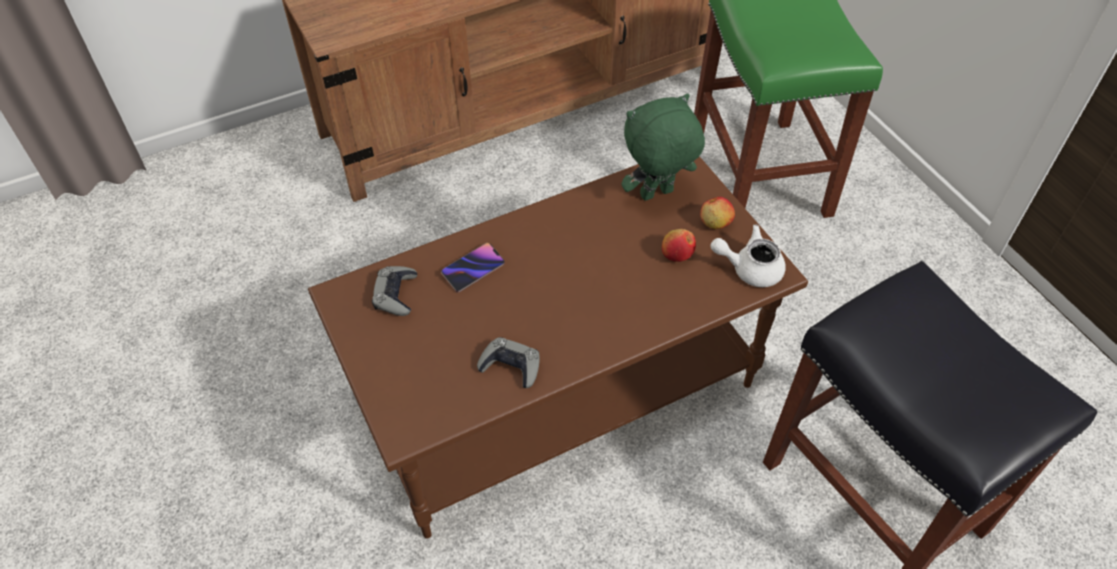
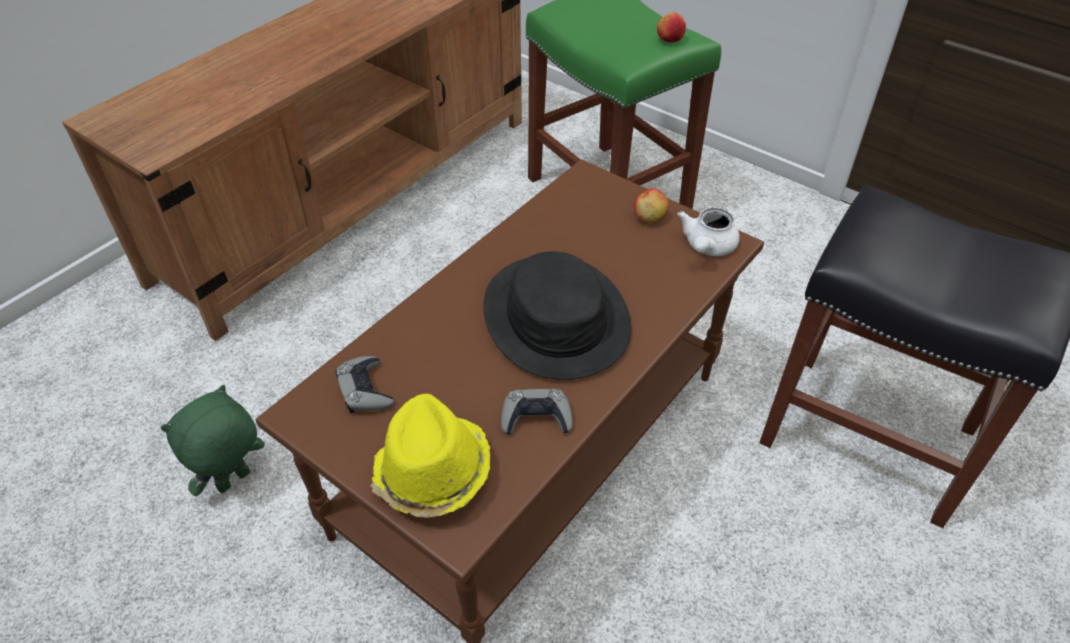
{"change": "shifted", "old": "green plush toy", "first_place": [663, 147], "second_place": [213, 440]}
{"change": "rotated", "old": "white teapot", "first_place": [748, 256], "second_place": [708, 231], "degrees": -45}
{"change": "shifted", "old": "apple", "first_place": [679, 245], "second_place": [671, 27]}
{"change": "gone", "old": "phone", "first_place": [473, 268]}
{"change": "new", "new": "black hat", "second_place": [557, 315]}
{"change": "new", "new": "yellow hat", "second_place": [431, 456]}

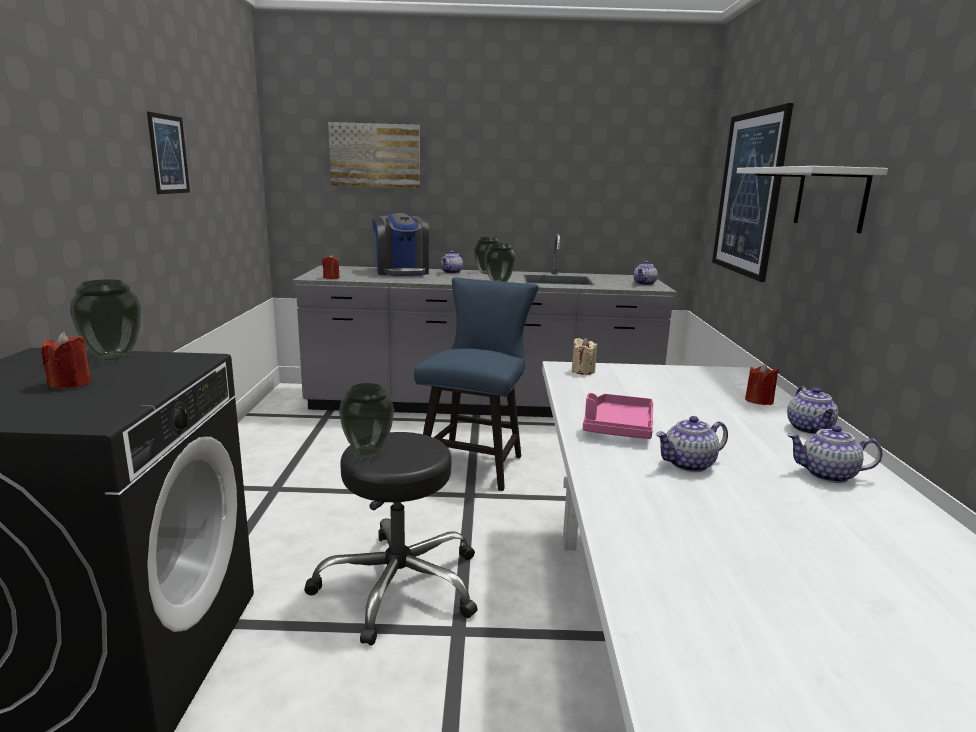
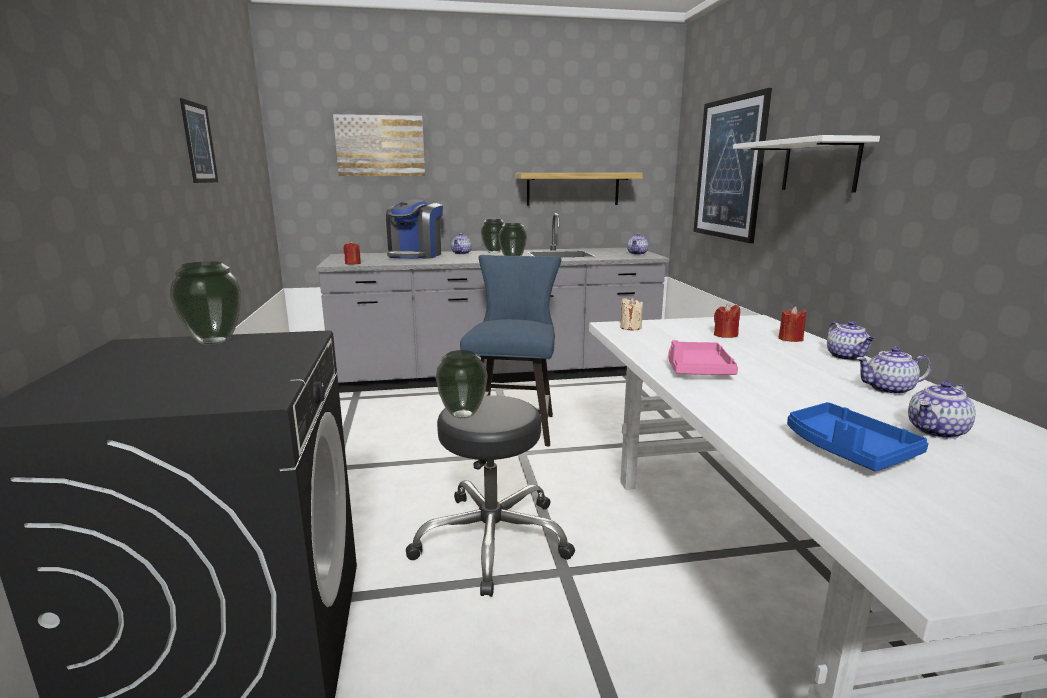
{"change": "rotated", "old": "coffee machine", "first_place": [400, 244], "second_place": [414, 229], "degrees": 45}
{"change": "shifted", "old": "red candle", "first_place": [66, 360], "second_place": [727, 320]}
{"change": "shifted", "old": "teapot", "first_place": [691, 444], "second_place": [942, 410]}
{"change": "new", "new": "shelf", "second_place": [579, 189]}
{"change": "new", "new": "blue tray", "second_place": [858, 436]}

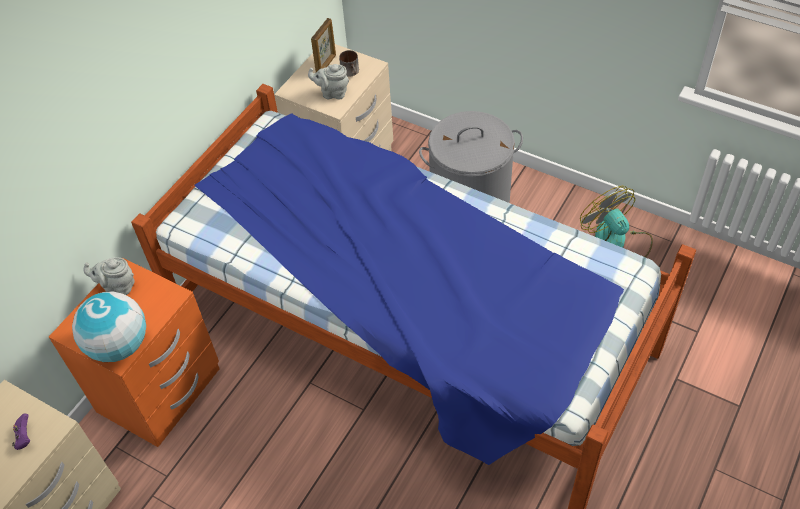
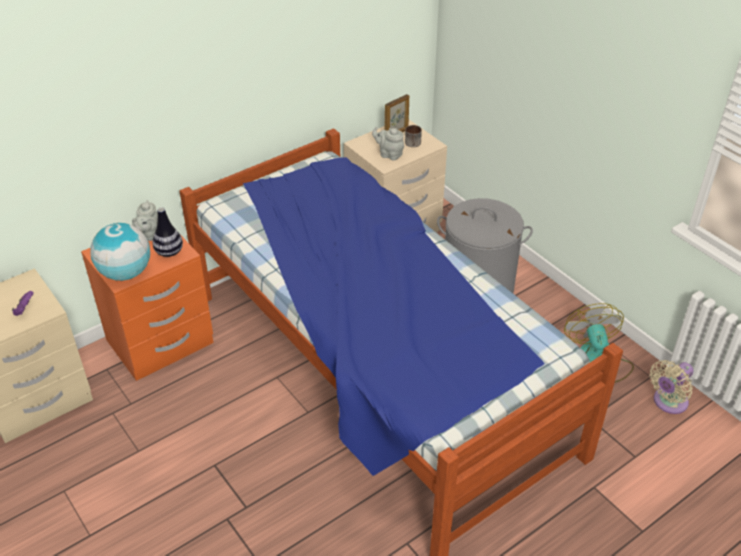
{"change": "rotated", "old": "grey teapot", "first_place": [109, 276], "second_place": [145, 220], "degrees": -105}
{"change": "new", "new": "vase", "second_place": [167, 232]}
{"change": "new", "new": "beige fan", "second_place": [671, 387]}

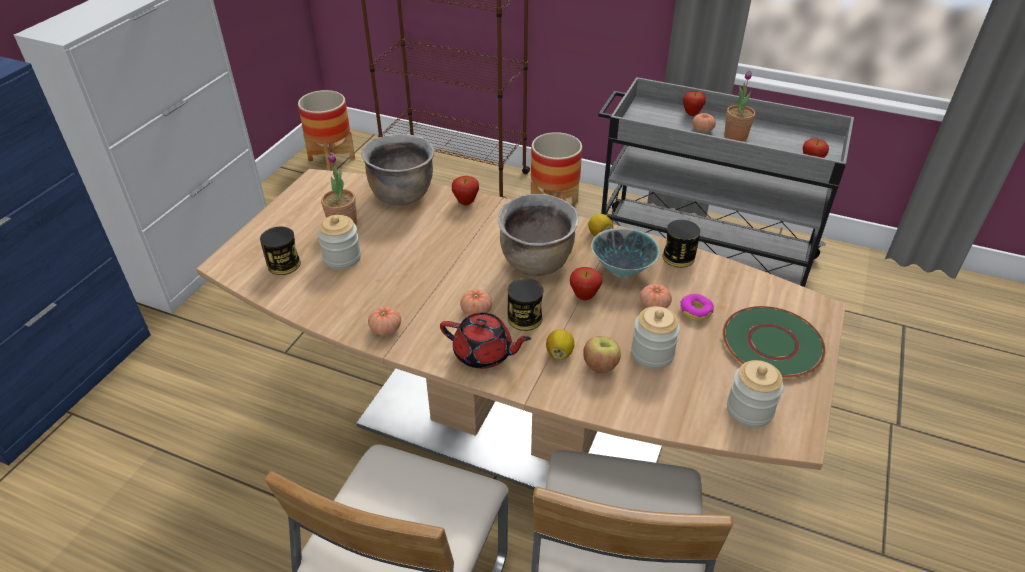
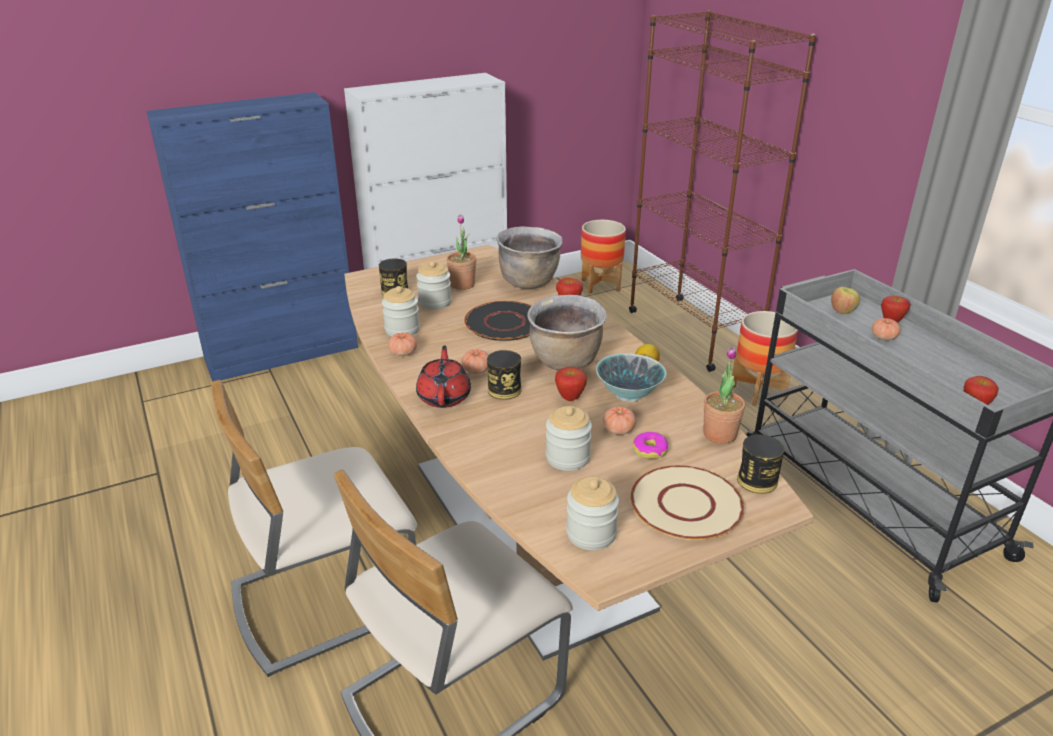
{"change": "shifted", "old": "potted plant", "first_place": [740, 105], "second_place": [724, 395]}
{"change": "shifted", "old": "can", "first_place": [681, 244], "second_place": [760, 464]}
{"change": "repainted", "old": "green plate", "new": "beige plate", "first_place": [774, 342], "second_place": [687, 502]}
{"change": "rotated", "old": "red teapot", "first_place": [485, 341], "second_place": [443, 376], "degrees": -150}
{"change": "gone", "old": "lemon", "first_place": [560, 344]}
{"change": "shifted", "old": "apple", "first_place": [602, 354], "second_place": [845, 300]}
{"change": "new", "new": "jar", "second_place": [401, 311]}
{"change": "new", "new": "black plate", "second_place": [498, 321]}

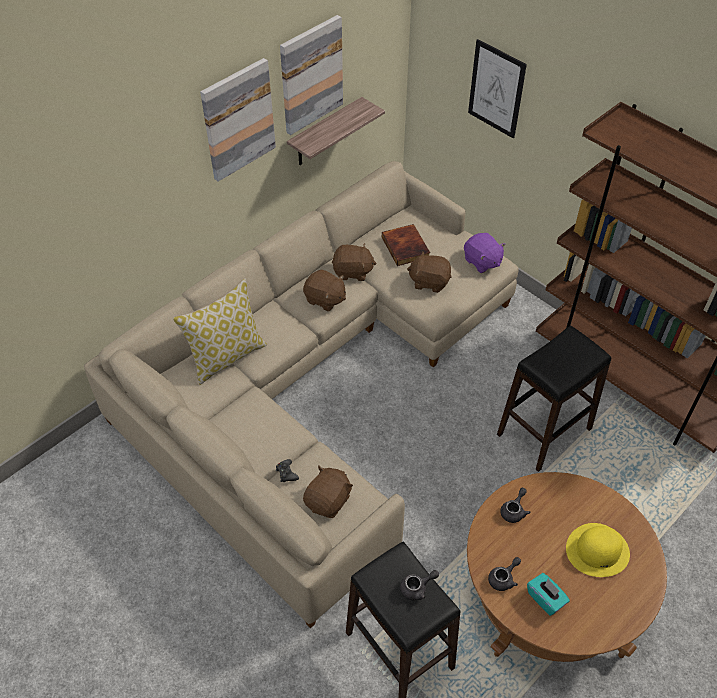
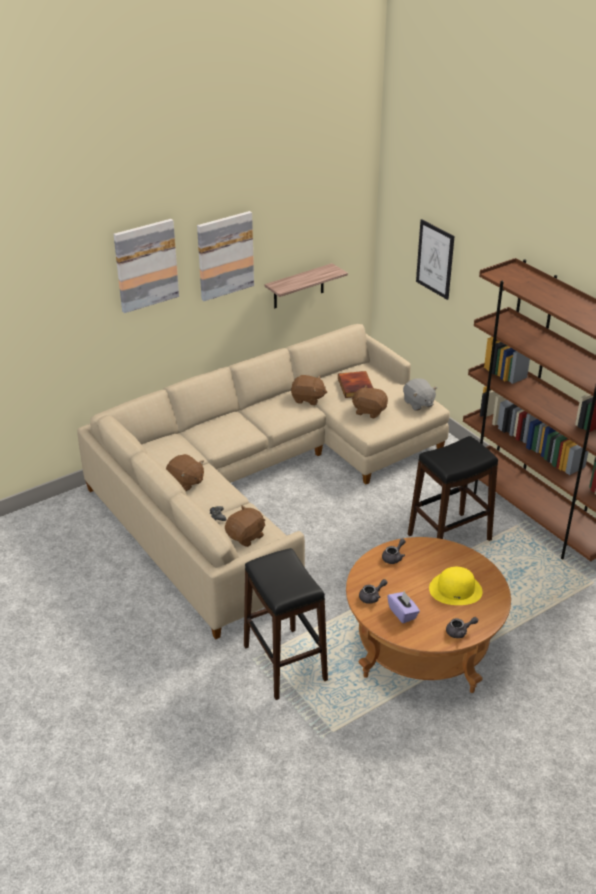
{"change": "shifted", "old": "picture", "first_place": [311, 75], "second_place": [146, 266]}
{"change": "repainted", "old": "purple plush toy", "new": "grey plush toy", "first_place": [484, 253], "second_place": [420, 394]}
{"change": "shifted", "old": "brown plush toy", "first_place": [324, 290], "second_place": [185, 472]}
{"change": "gone", "old": "pillow", "first_place": [220, 331]}
{"change": "shifted", "old": "grey teapot", "first_place": [419, 585], "second_place": [462, 627]}
{"change": "repainted", "old": "turquoise tissue box", "new": "purple tissue box", "first_place": [548, 594], "second_place": [403, 607]}

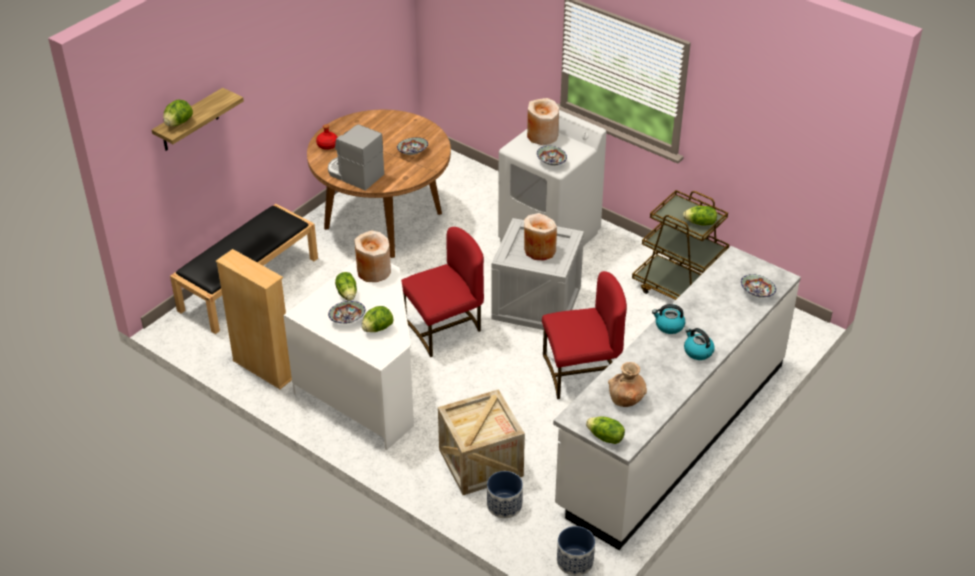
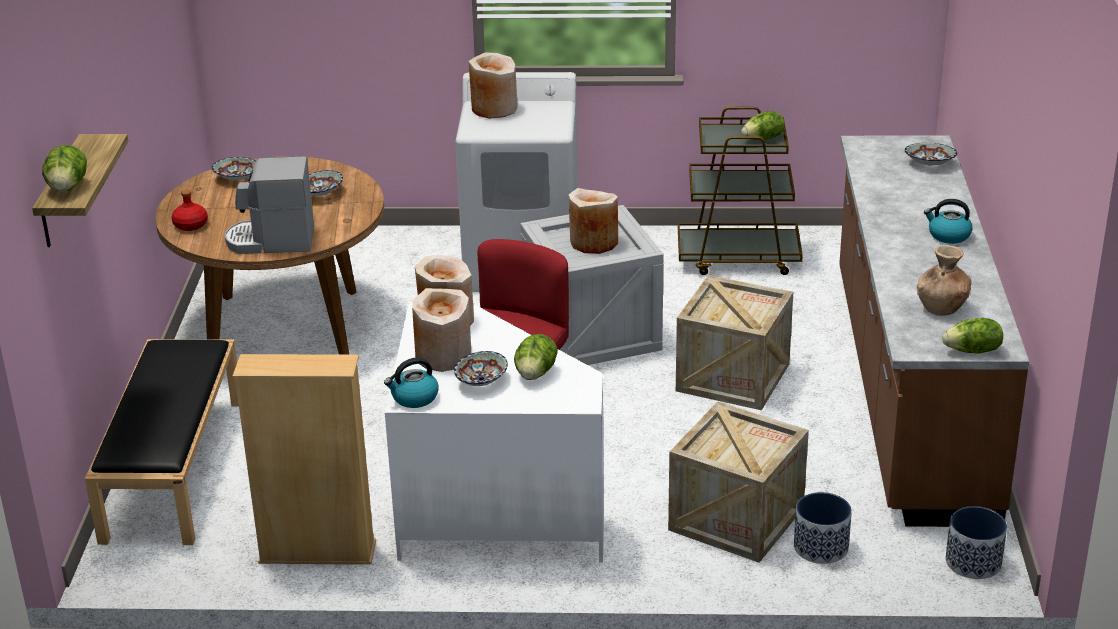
{"change": "shifted", "old": "bowl", "first_place": [552, 156], "second_place": [234, 168]}
{"change": "repainted", "old": "white counter", "new": "brown counter", "first_place": [677, 398], "second_place": [934, 331]}
{"change": "swapped", "old": "red chair", "new": "crate", "first_place": [584, 335], "second_place": [734, 342]}
{"change": "swapped", "old": "lettuce", "new": "beige vase", "first_place": [346, 286], "second_place": [441, 330]}
{"change": "shifted", "old": "kettle", "first_place": [668, 319], "second_place": [411, 382]}

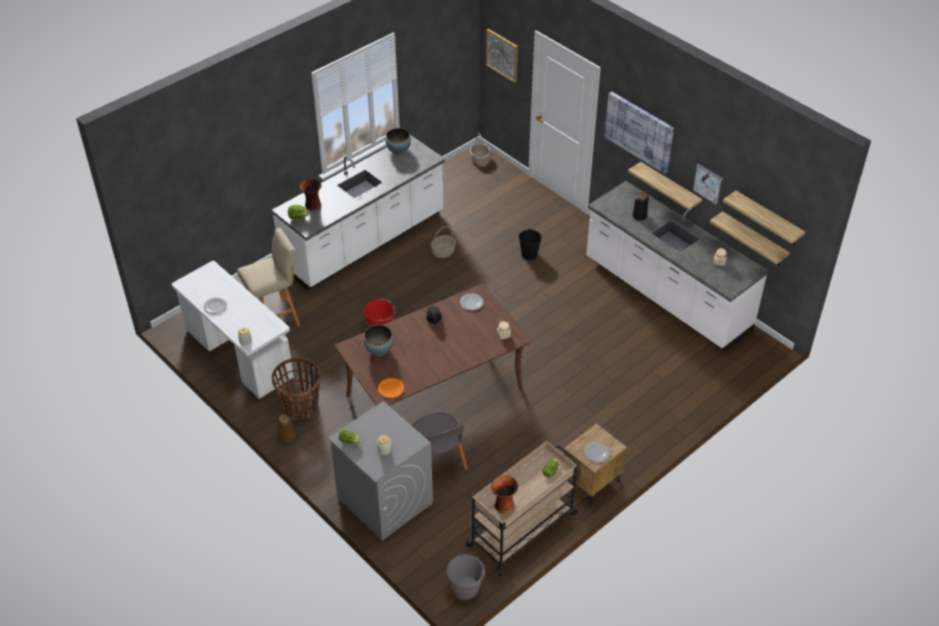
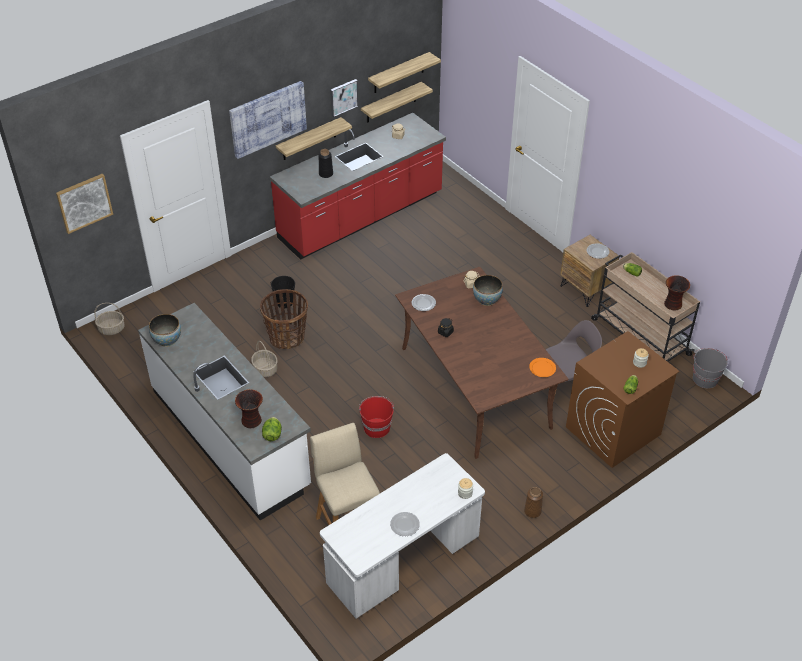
{"change": "repainted", "old": "white counter", "new": "red counter", "first_place": [677, 266], "second_place": [358, 186]}
{"change": "shifted", "old": "bowl", "first_place": [378, 340], "second_place": [488, 290]}
{"change": "shifted", "old": "basket", "first_place": [296, 389], "second_place": [284, 319]}
{"change": "repainted", "old": "grey washing machine", "new": "brown washing machine", "first_place": [380, 471], "second_place": [622, 399]}

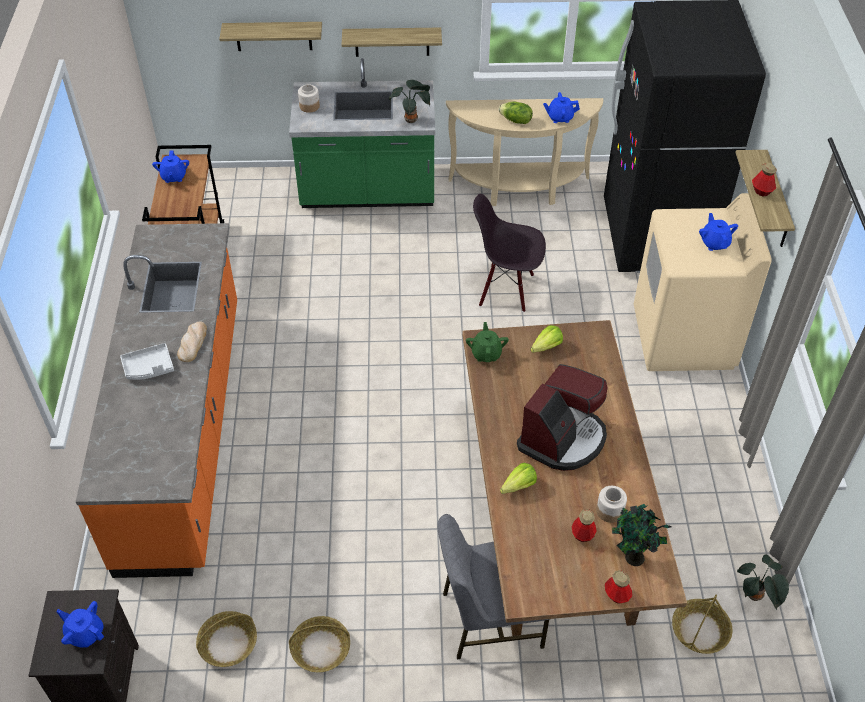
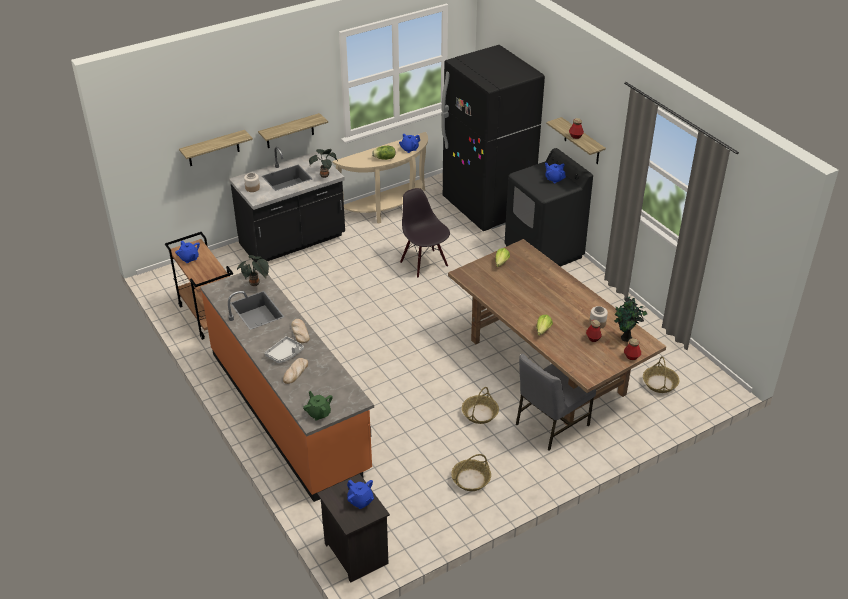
{"change": "repainted", "old": "green counter", "new": "black counter", "first_place": [362, 133], "second_place": [287, 205]}
{"change": "repainted", "old": "beige washing machine", "new": "black washing machine", "first_place": [703, 282], "second_place": [548, 207]}
{"change": "rotated", "old": "black chair", "first_place": [509, 253], "second_place": [425, 233], "degrees": 75}
{"change": "shifted", "old": "green teapot", "first_place": [487, 342], "second_place": [318, 406]}
{"change": "gone", "old": "coffee machine", "first_place": [562, 417]}
{"change": "shifted", "old": "potted plant", "first_place": [763, 582], "second_place": [253, 270]}
{"change": "rotated", "old": "blue teapot", "first_place": [80, 624], "second_place": [360, 494], "degrees": -135}
{"change": "shifted", "old": "basket", "first_place": [226, 639], "second_place": [480, 405]}
{"change": "new", "new": "bread", "second_place": [295, 371]}

